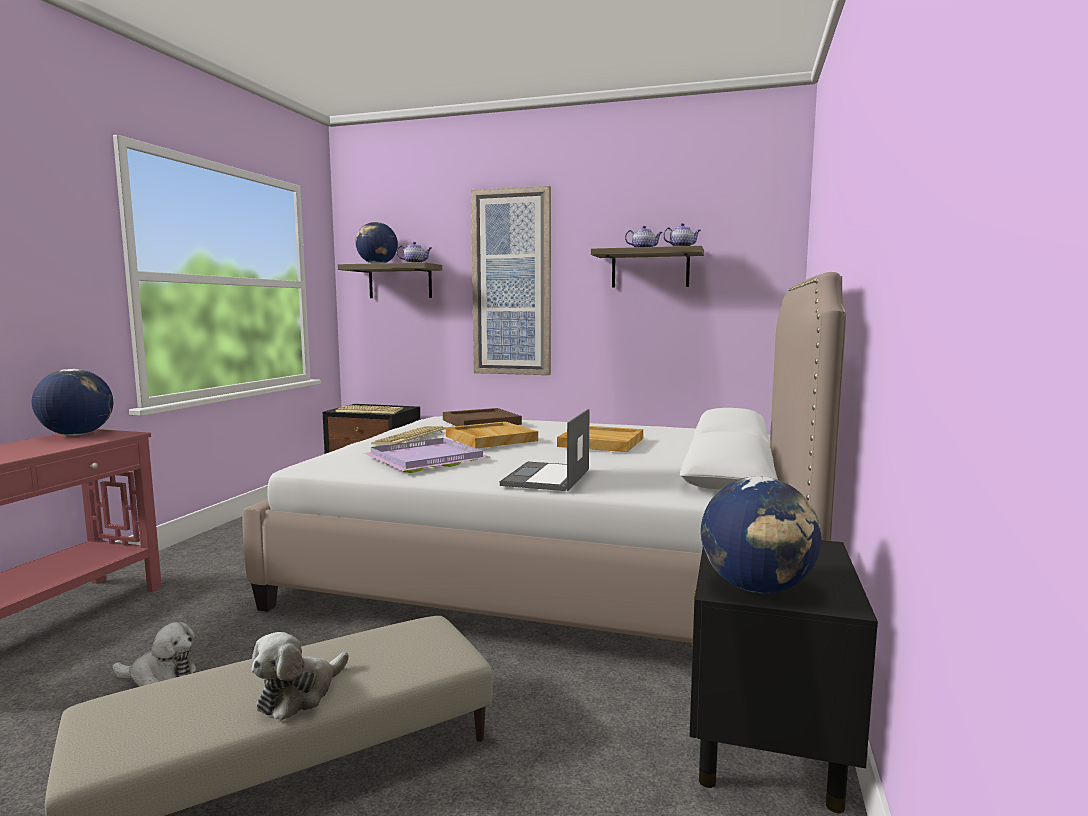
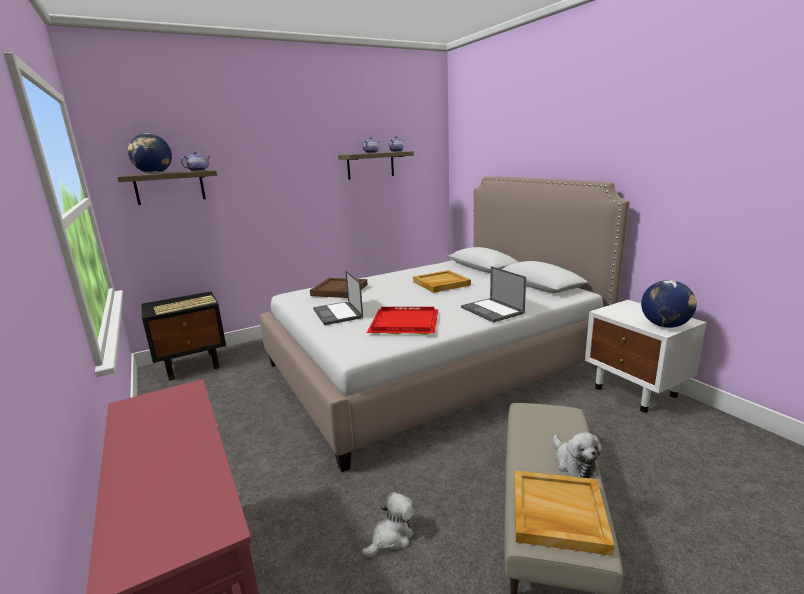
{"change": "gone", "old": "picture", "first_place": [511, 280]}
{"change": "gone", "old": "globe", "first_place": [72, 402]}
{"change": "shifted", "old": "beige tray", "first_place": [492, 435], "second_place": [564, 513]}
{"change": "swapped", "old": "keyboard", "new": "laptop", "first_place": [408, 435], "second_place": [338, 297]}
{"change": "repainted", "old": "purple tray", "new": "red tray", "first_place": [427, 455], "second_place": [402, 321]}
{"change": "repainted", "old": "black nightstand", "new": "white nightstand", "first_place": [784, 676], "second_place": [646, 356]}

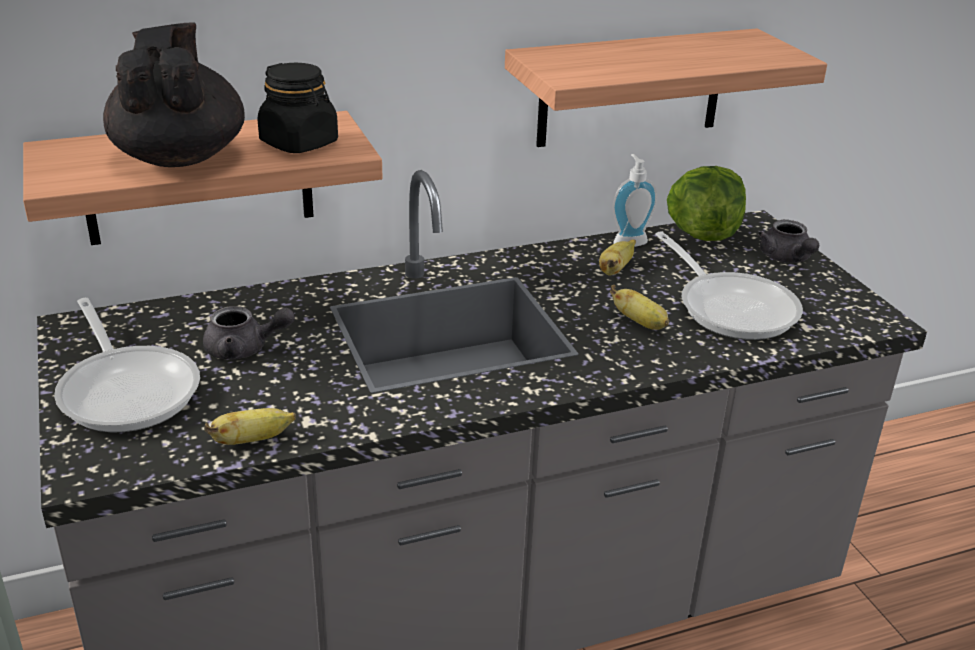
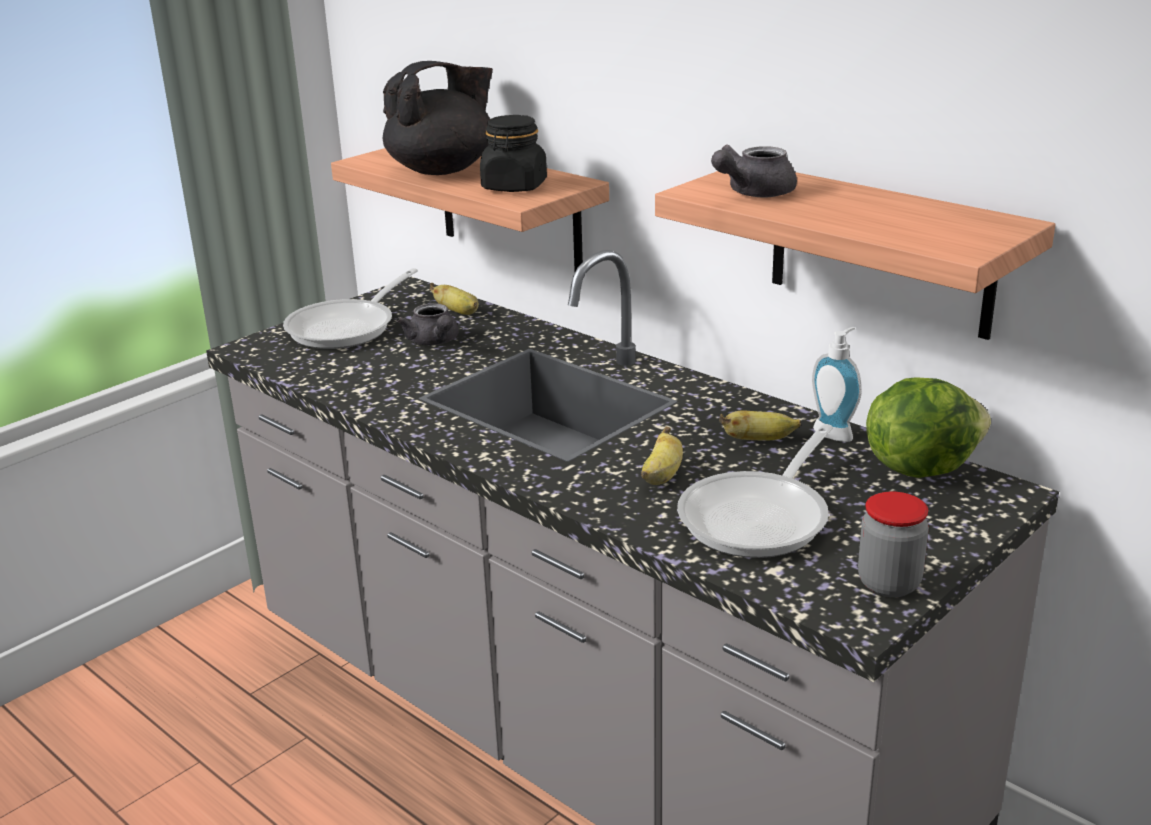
{"change": "shifted", "old": "grey teapot", "first_place": [788, 241], "second_place": [754, 171]}
{"change": "shifted", "old": "banana", "first_place": [250, 426], "second_place": [454, 299]}
{"change": "new", "new": "jar", "second_place": [893, 544]}

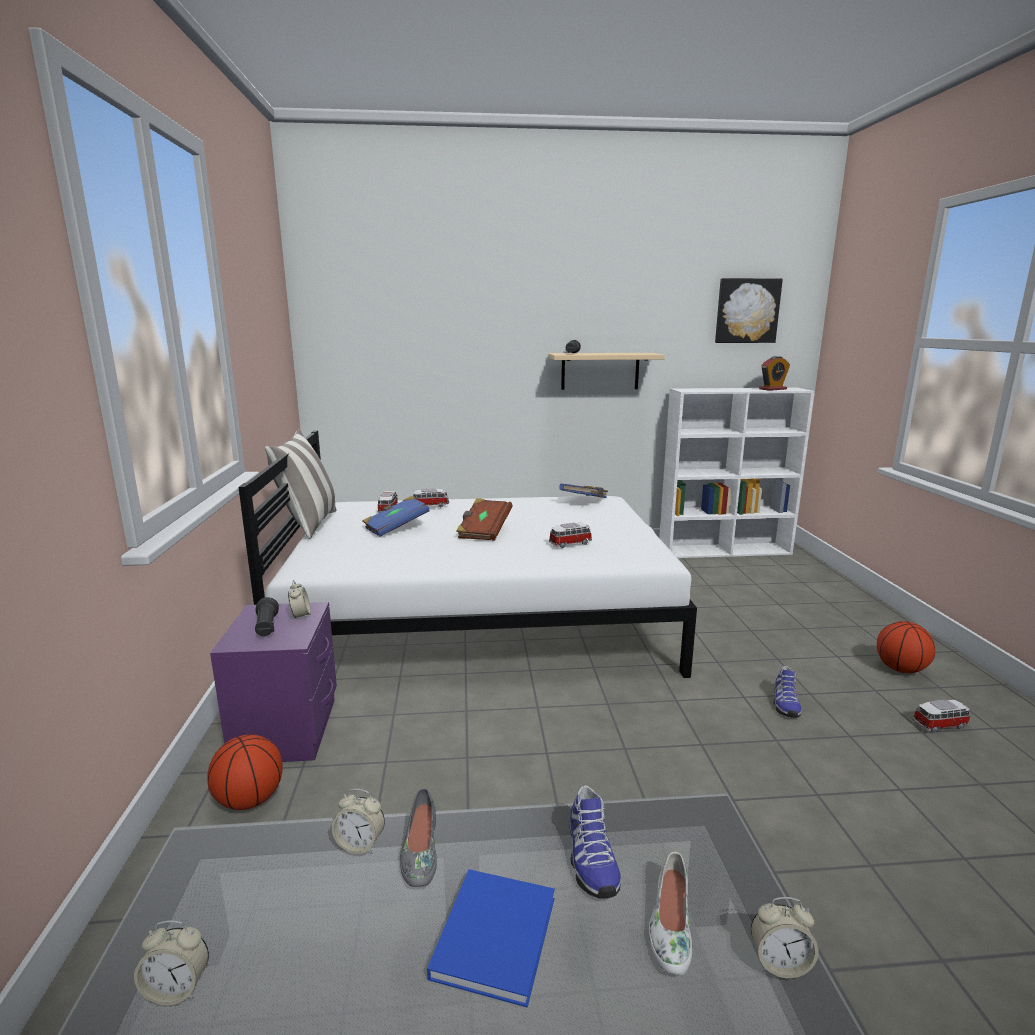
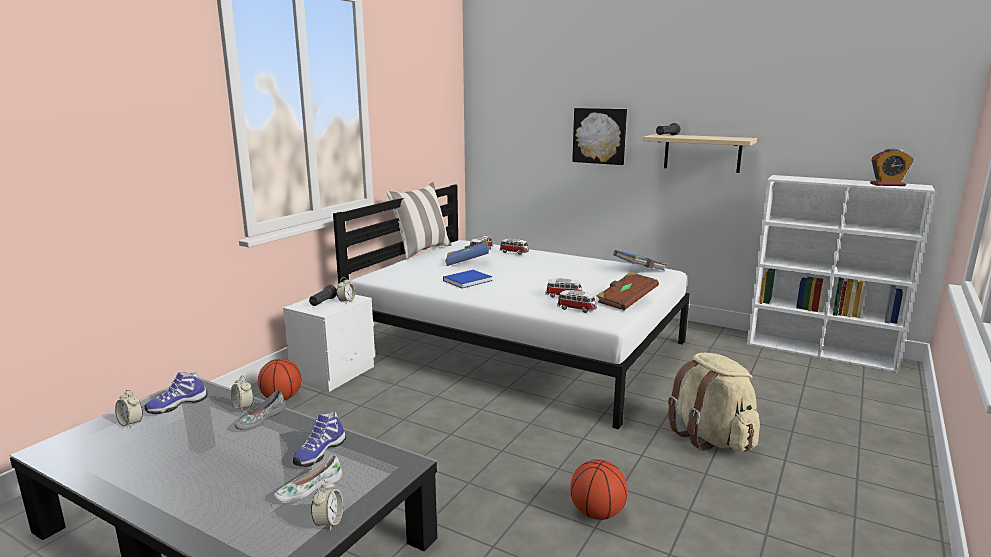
{"change": "shifted", "old": "picture", "first_place": [749, 310], "second_place": [599, 136]}
{"change": "shifted", "old": "brown book", "first_place": [484, 519], "second_place": [628, 290]}
{"change": "repainted", "old": "purple nightstand", "new": "white nightstand", "first_place": [273, 682], "second_place": [329, 343]}
{"change": "shifted", "old": "basketball", "first_place": [906, 647], "second_place": [599, 489]}
{"change": "shifted", "old": "shoe", "first_place": [787, 692], "second_place": [176, 393]}
{"change": "shifted", "old": "toy car", "first_place": [941, 716], "second_place": [577, 301]}
{"change": "shifted", "old": "blue book", "first_place": [491, 938], "second_place": [467, 279]}
{"change": "rotated", "old": "alarm clock", "first_place": [785, 937], "second_place": [327, 505], "degrees": -120}
{"change": "new", "new": "beige backpack", "second_place": [714, 402]}

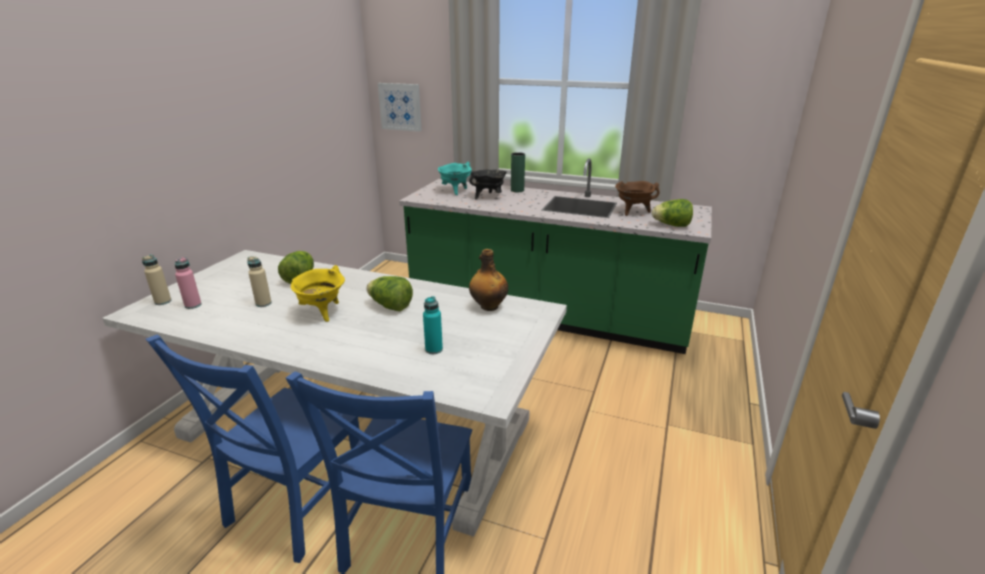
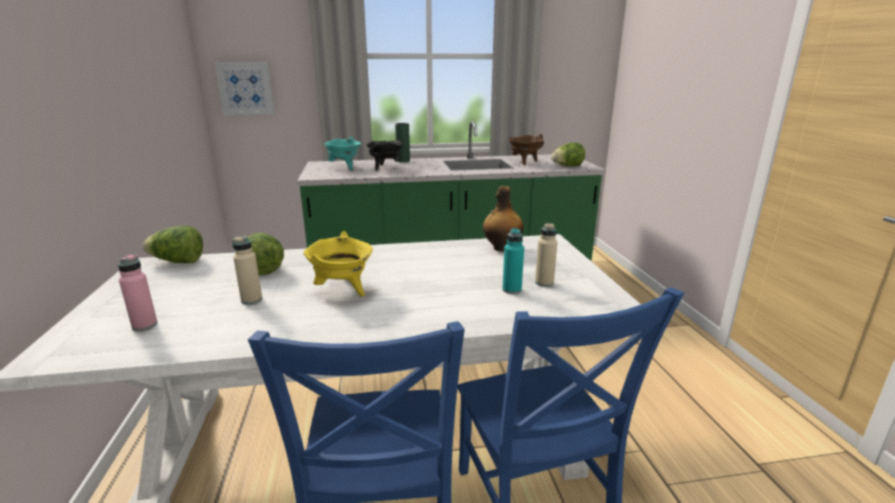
{"change": "shifted", "old": "beige bottle", "first_place": [156, 280], "second_place": [546, 255]}
{"change": "shifted", "old": "lettuce", "first_place": [390, 293], "second_place": [173, 244]}

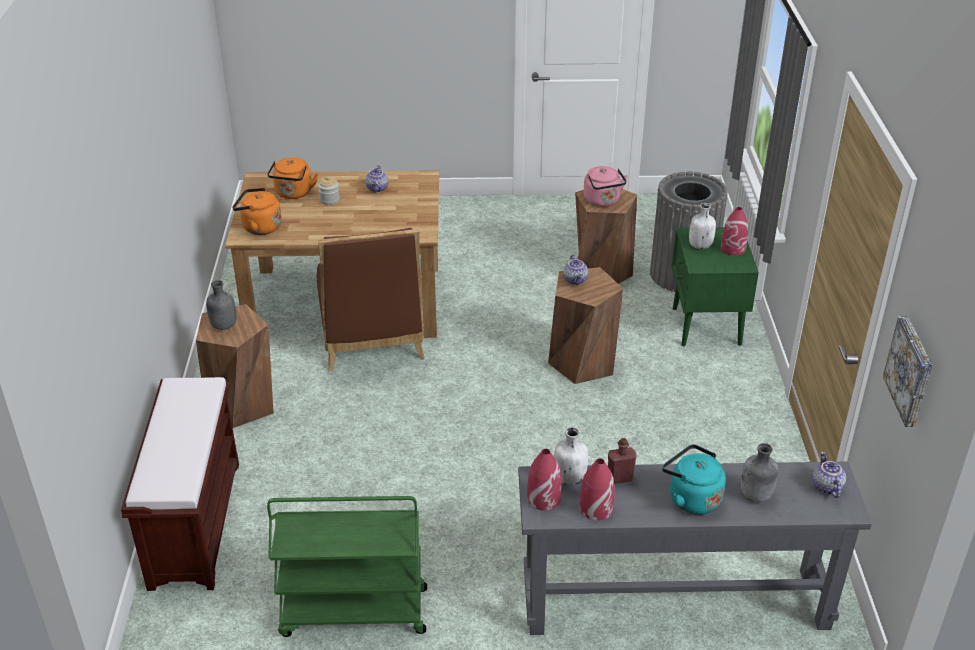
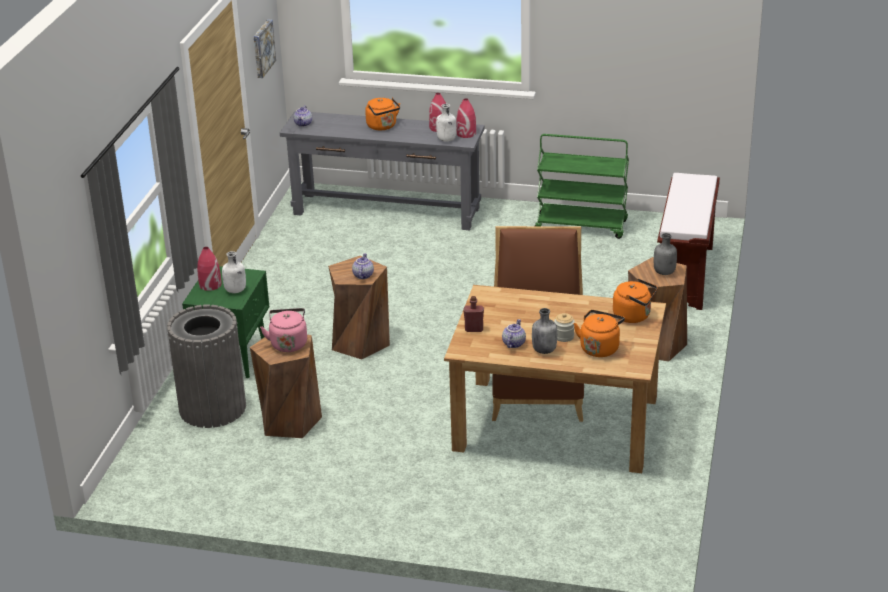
{"change": "shifted", "old": "red bottle", "first_place": [622, 461], "second_place": [473, 314]}
{"change": "shifted", "old": "grey bottle", "first_place": [759, 472], "second_place": [544, 331]}
{"change": "repainted", "old": "turquoise kettle", "new": "orange kettle", "first_place": [694, 479], "second_place": [382, 114]}

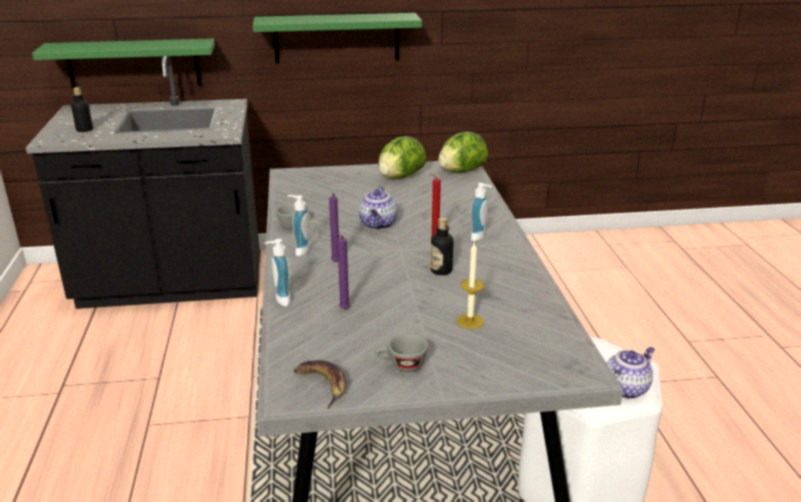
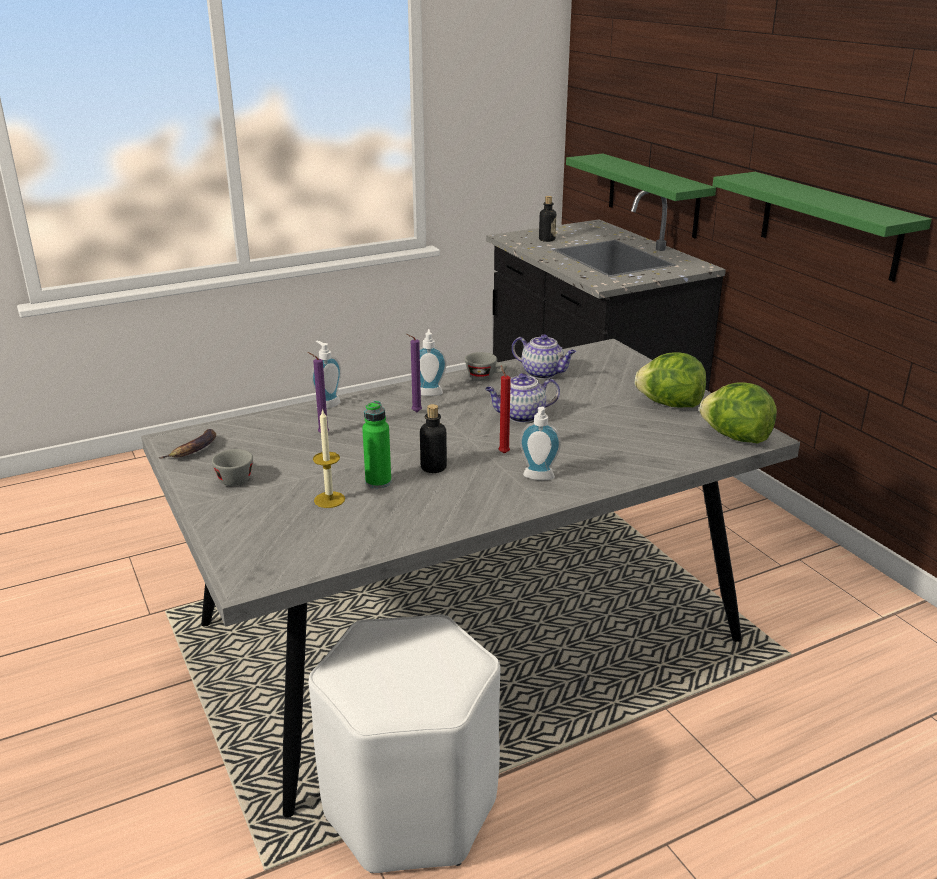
{"change": "shifted", "old": "teapot", "first_place": [631, 373], "second_place": [544, 356]}
{"change": "new", "new": "green bottle", "second_place": [376, 444]}

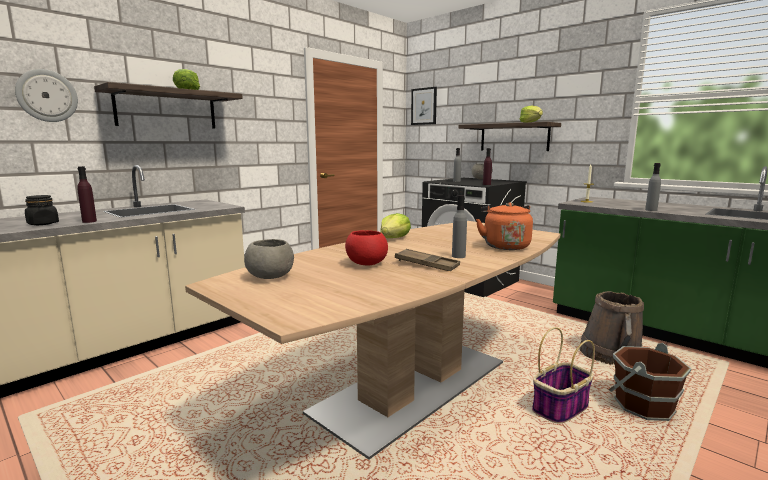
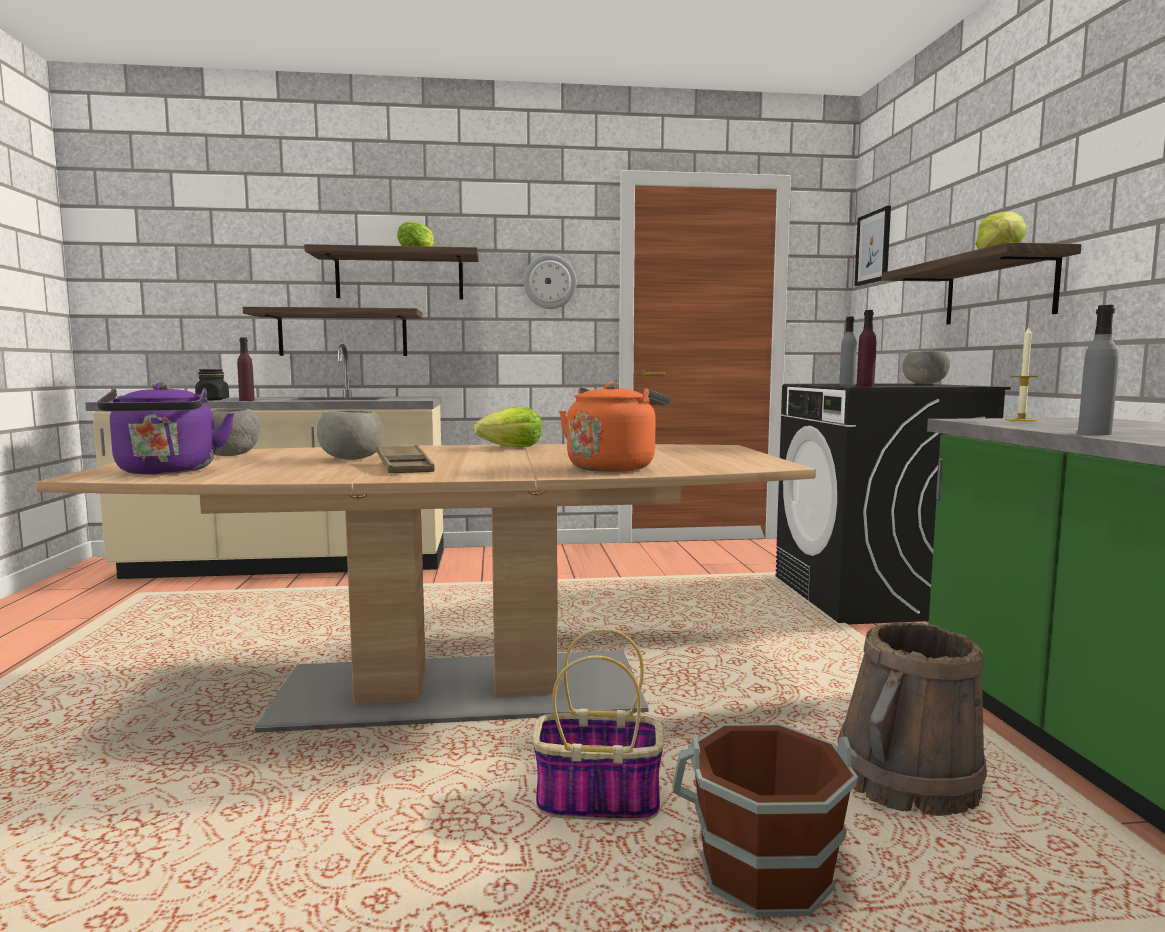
{"change": "shifted", "old": "wall clock", "first_place": [46, 95], "second_place": [550, 281]}
{"change": "gone", "old": "grey bottle", "first_place": [459, 226]}
{"change": "repainted", "old": "red bowl", "new": "grey bowl", "first_place": [366, 247], "second_place": [350, 435]}
{"change": "new", "new": "shelf", "second_place": [333, 331]}
{"change": "new", "new": "purple kettle", "second_place": [166, 428]}

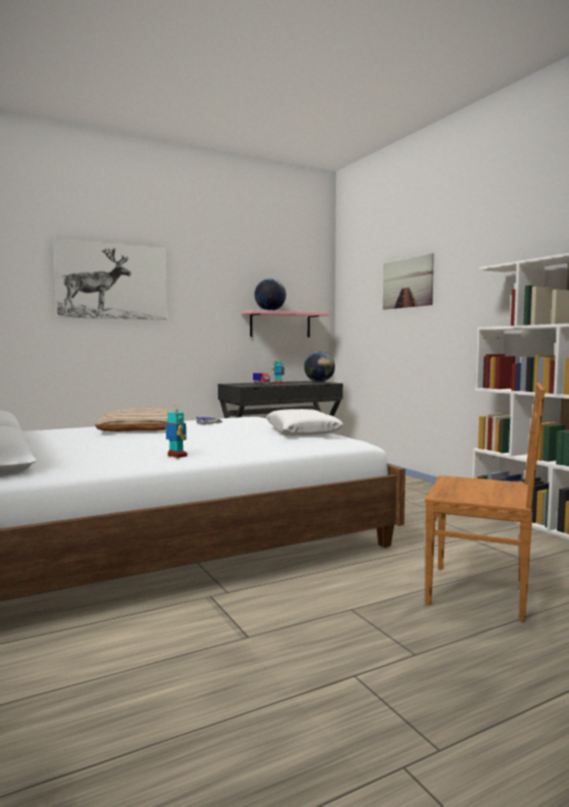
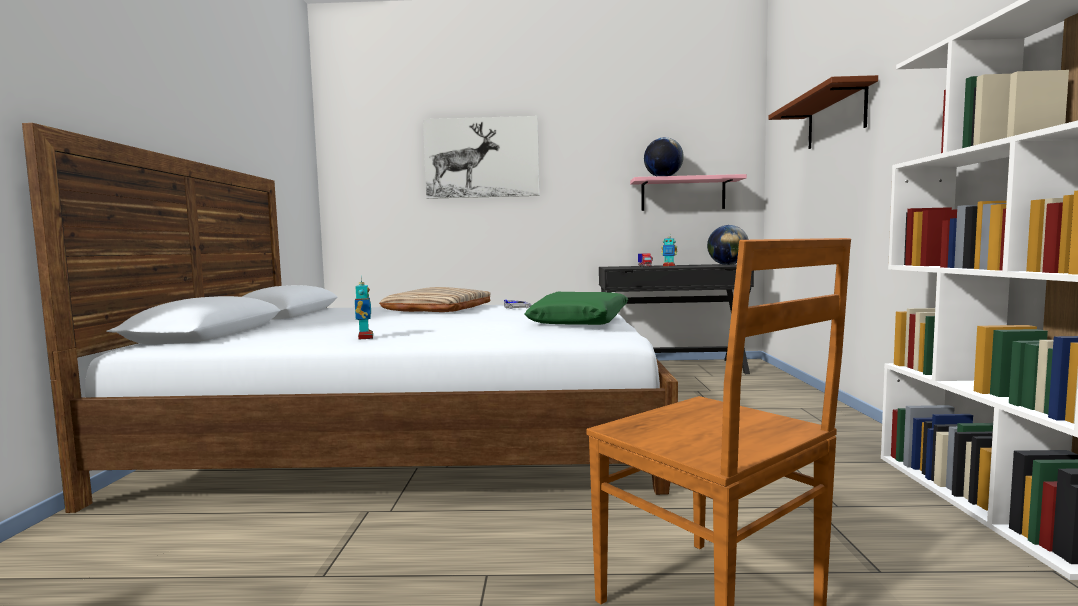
{"change": "swapped", "old": "picture", "new": "brown shelf", "first_place": [408, 281], "second_place": [823, 112]}
{"change": "repainted", "old": "white pillow", "new": "green pillow", "first_place": [305, 422], "second_place": [576, 308]}

